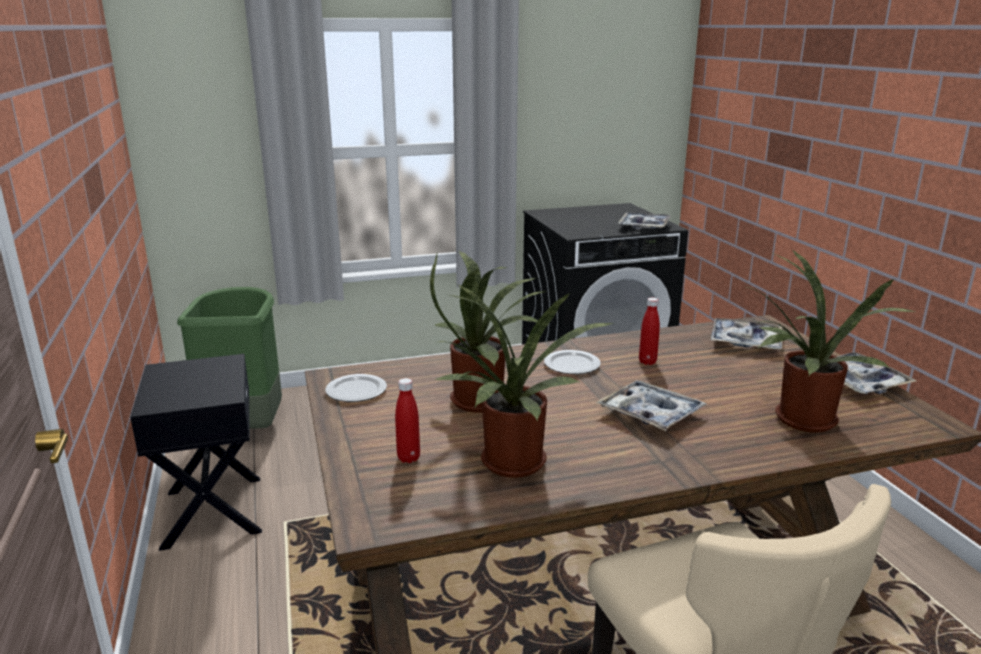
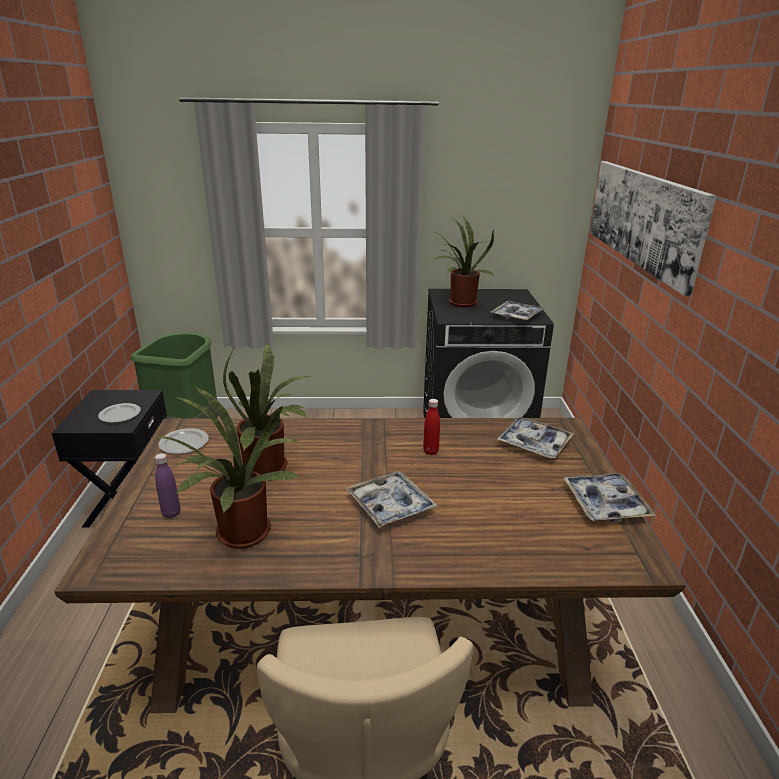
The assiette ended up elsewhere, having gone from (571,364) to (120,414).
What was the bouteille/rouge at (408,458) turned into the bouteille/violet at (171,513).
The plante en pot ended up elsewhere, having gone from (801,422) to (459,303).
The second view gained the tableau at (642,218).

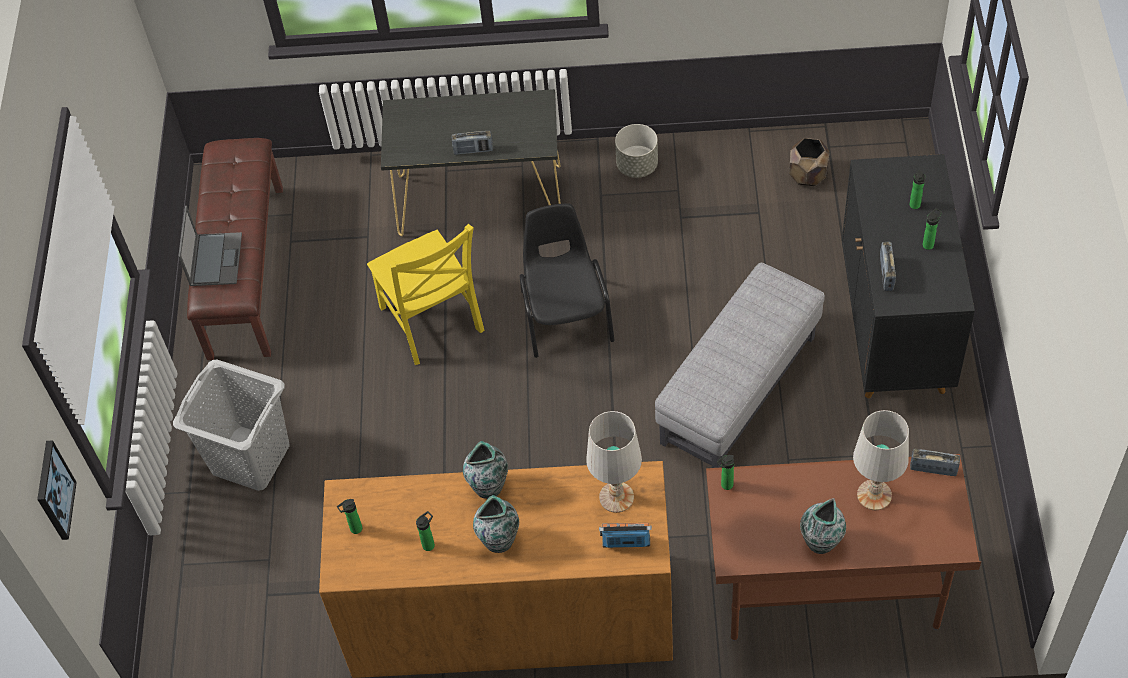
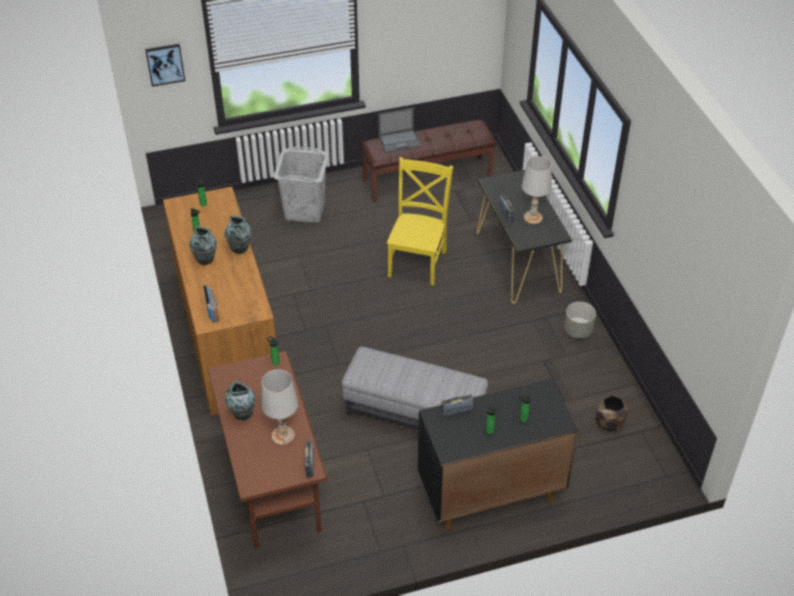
The chaise/jaune at (432,322) ended up facing another way, 150 degrees clockwise from before.
The lampe de table/blanc ended up elsewhere, having gone from (616,497) to (533,217).
The second view lost the chaise/noir at (566,314).

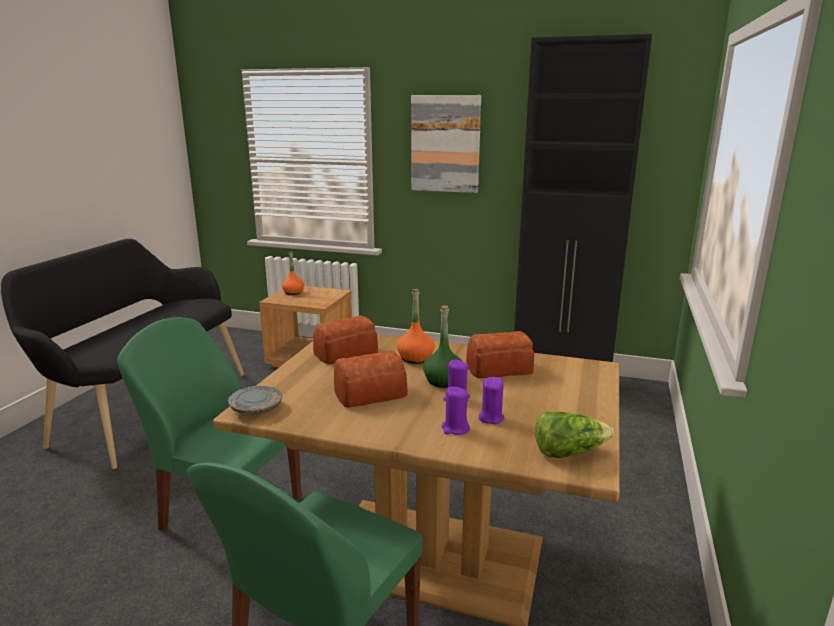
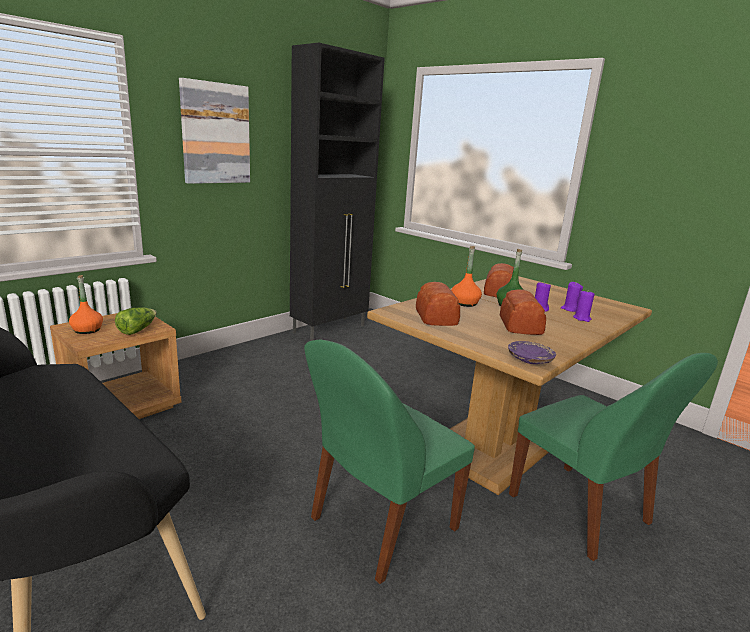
The laitue ended up elsewhere, having gone from (568,452) to (137,330).
What was the assiette/gris at (256,408) turned into the assiette/violet at (529,359).

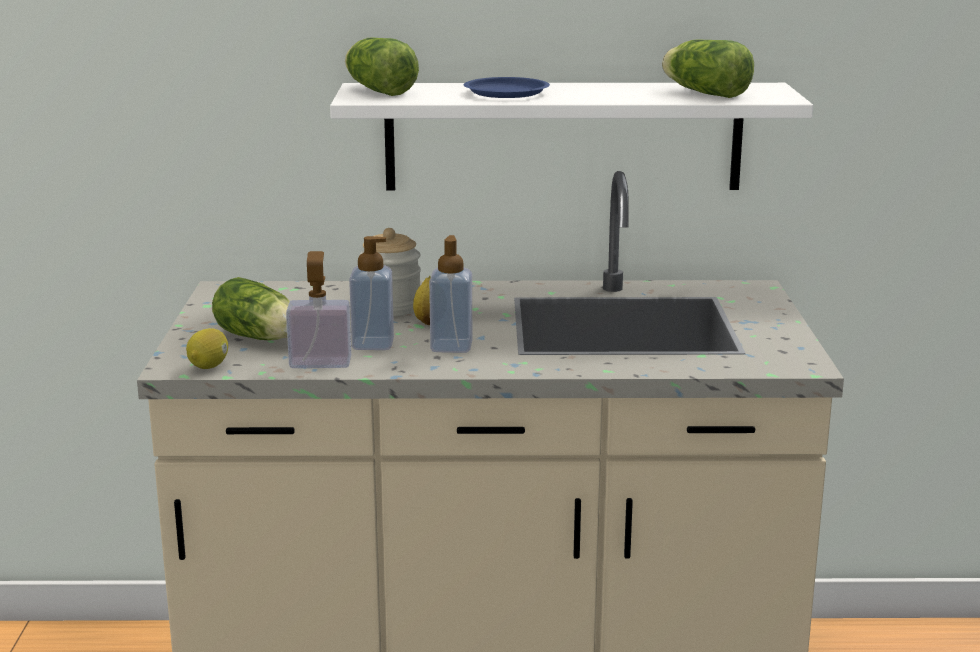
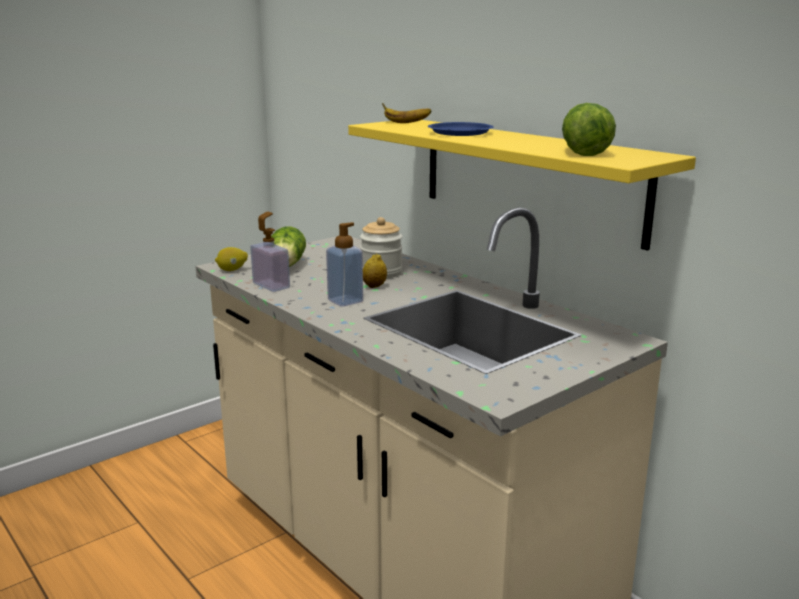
What was the étagère/blanc at (563,136) turned into the étagère/jaune at (528,178).
Where the laitue stood at (378,90), the banane came to stand at (405,123).
The second view lost the distributeur de savon at (373,344).

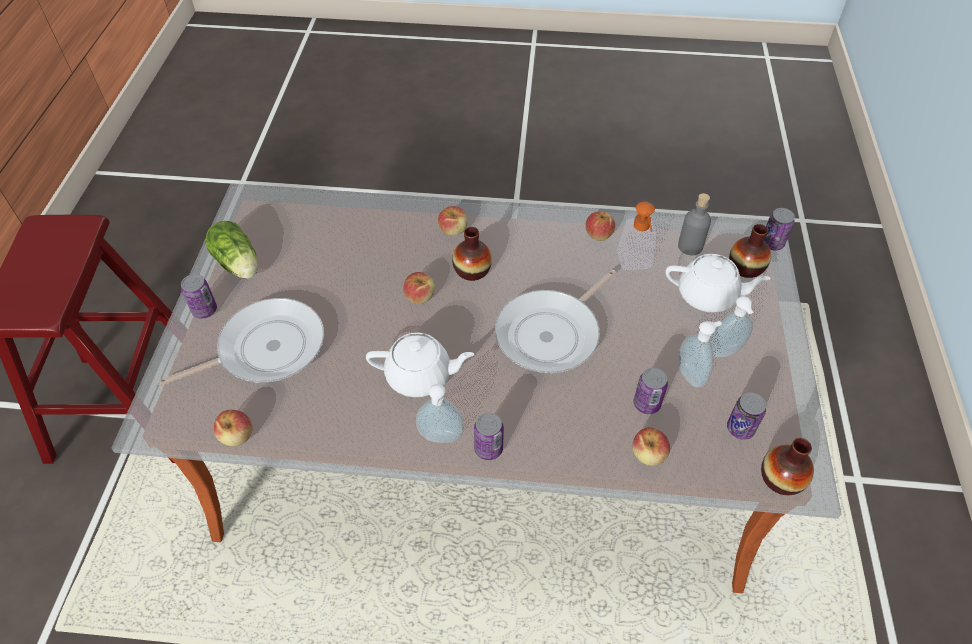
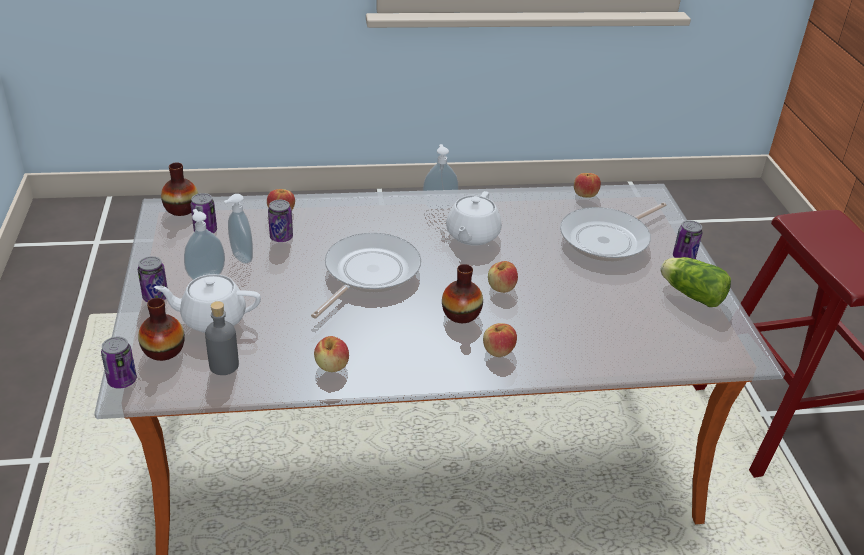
The boîte métallique ended up elsewhere, having gone from (488,448) to (155,297).
The théière/blanc at (420,376) ended up facing another way, 60 degrees counterclockwise from before.
The second view lost the distributeur de savon at (635,264).

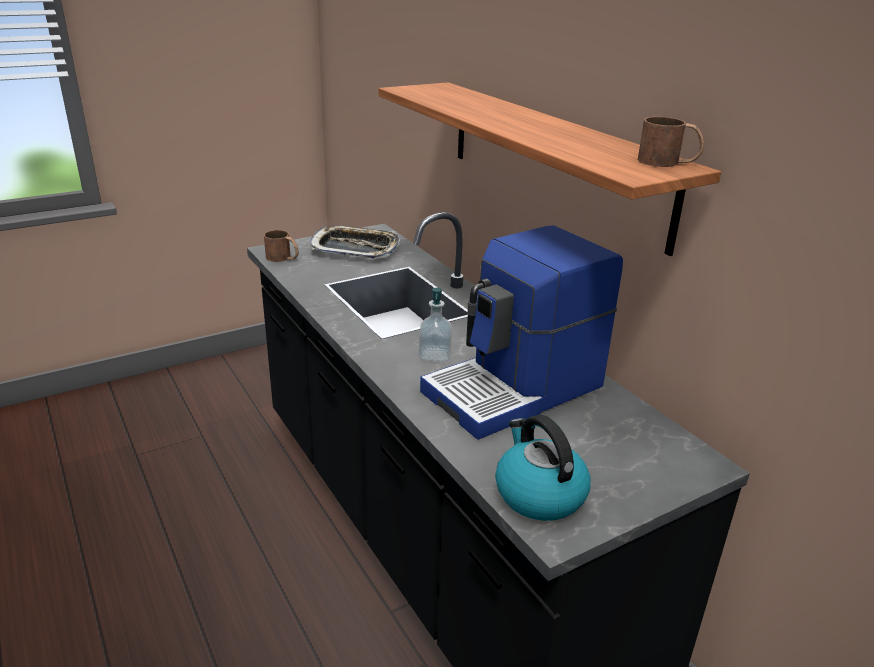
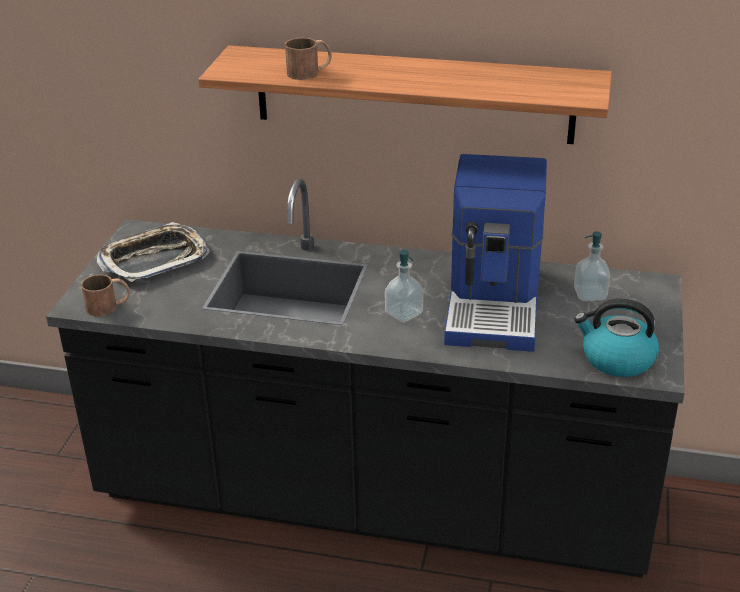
The mug/marron ended up elsewhere, having gone from (668,162) to (310,72).
The second view gained the distributeur de savon at (590,294).

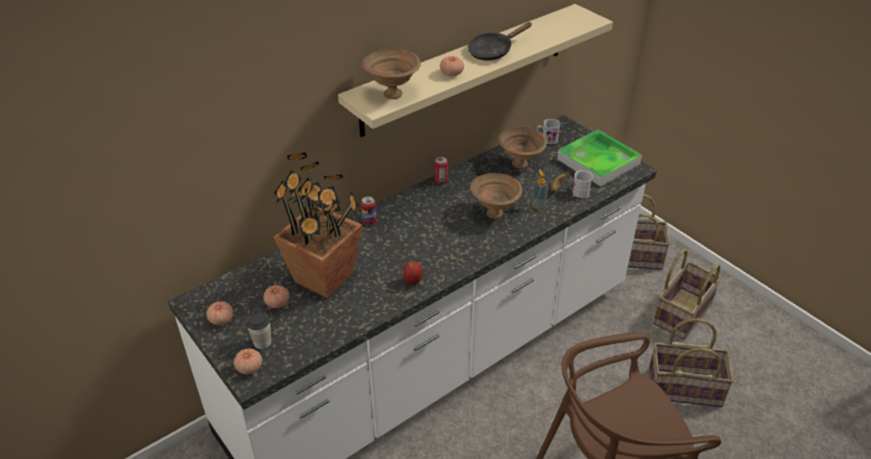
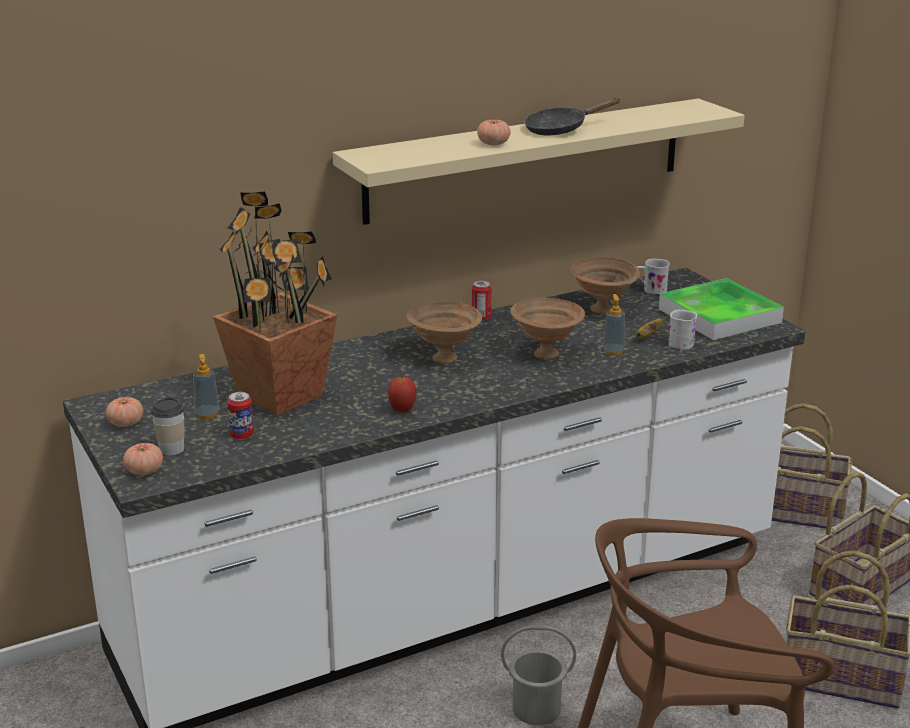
Where the tomate stood at (277,303), the distributeur de savon came to stand at (207,414).
The boîte métallique ended up elsewhere, having gone from (369,221) to (242,435).
The bol/marron ended up elsewhere, having gone from (391,94) to (443,358).
The second view gained the seau/gris at (536,708).

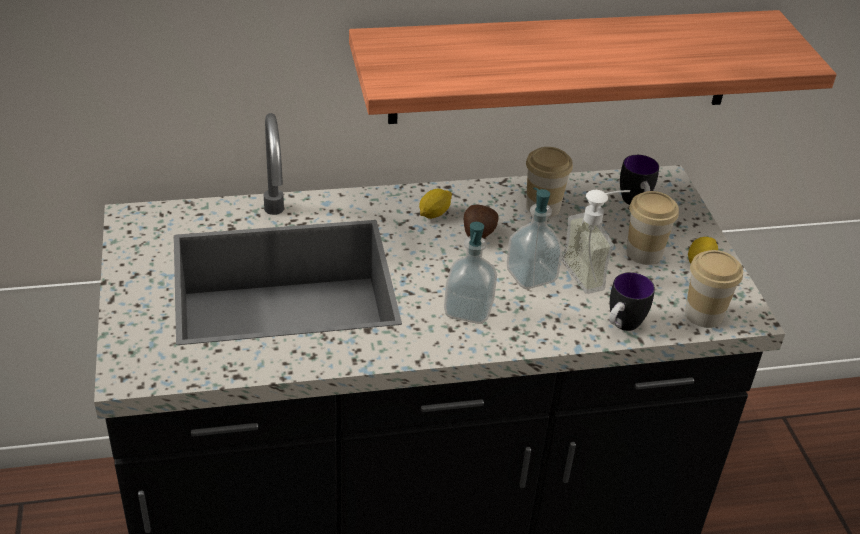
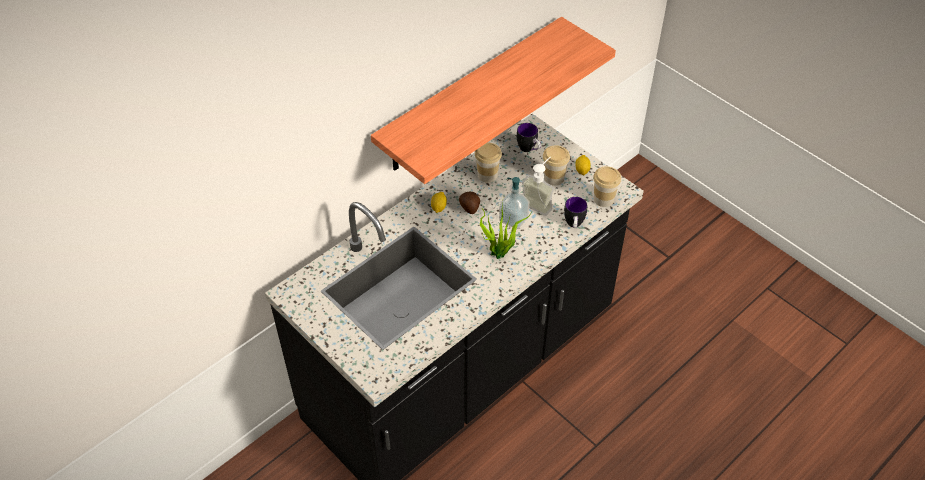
Where the distributeur de savon stood at (468,310), the plante en pot came to stand at (500,254).

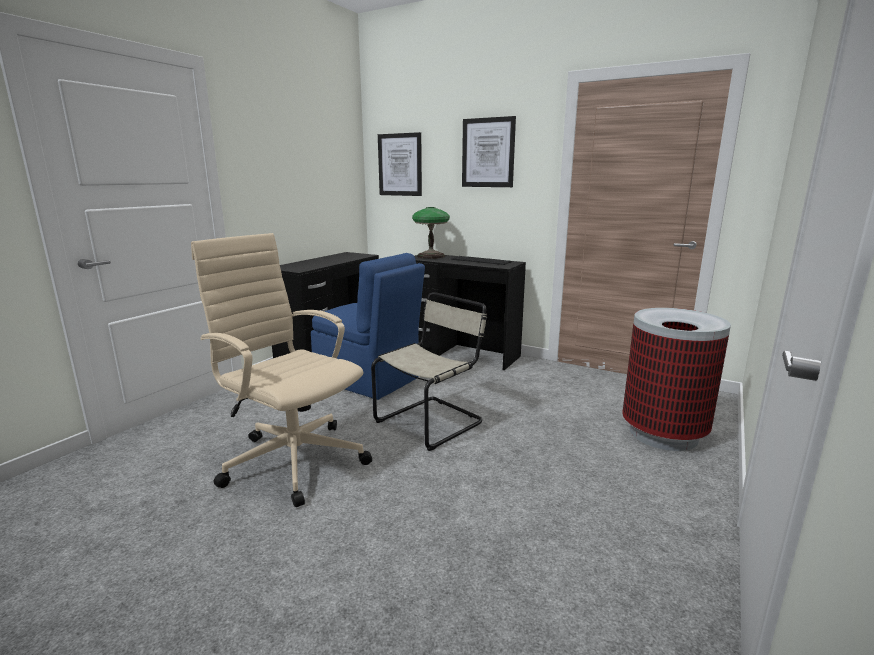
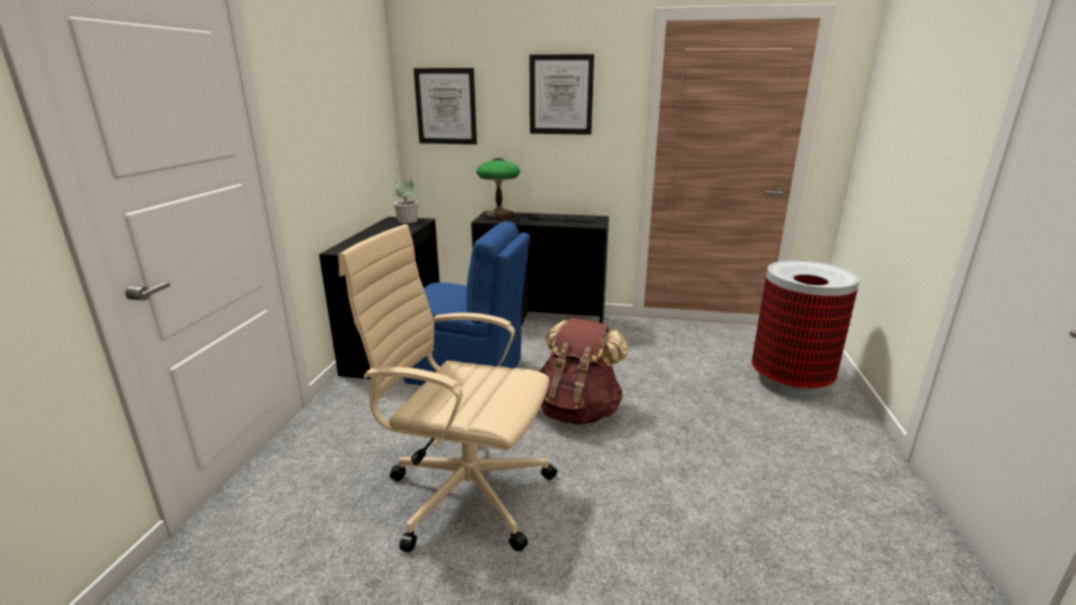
The second view gained the plante en pot at (408,220).
Where the chaise/beige stood at (432,421), the sac à dos/marron came to stand at (577,410).

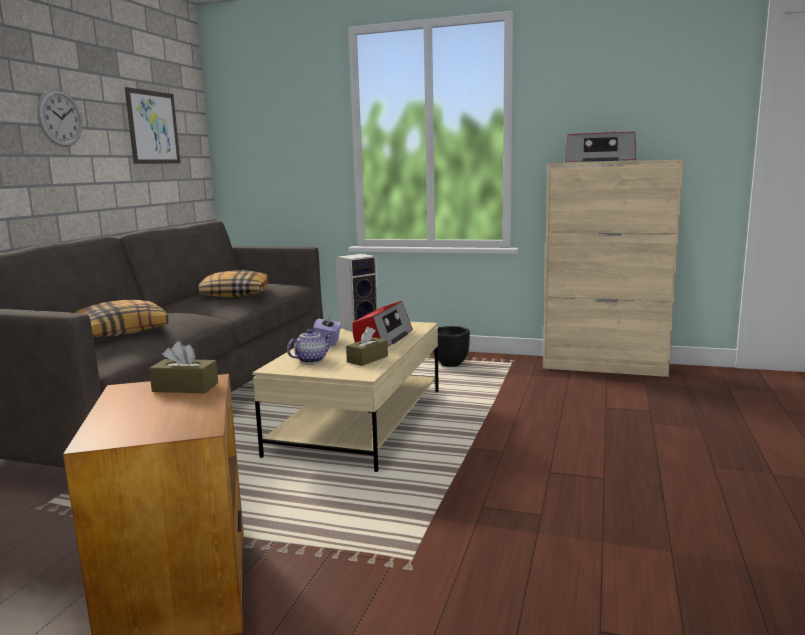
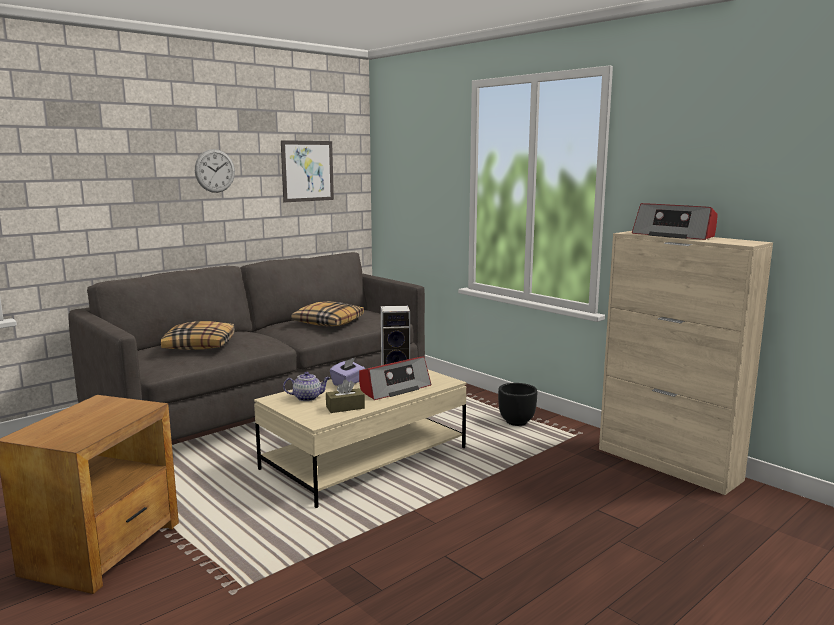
The second view lost the boîte à mouchoirs/marron at (185,387).

